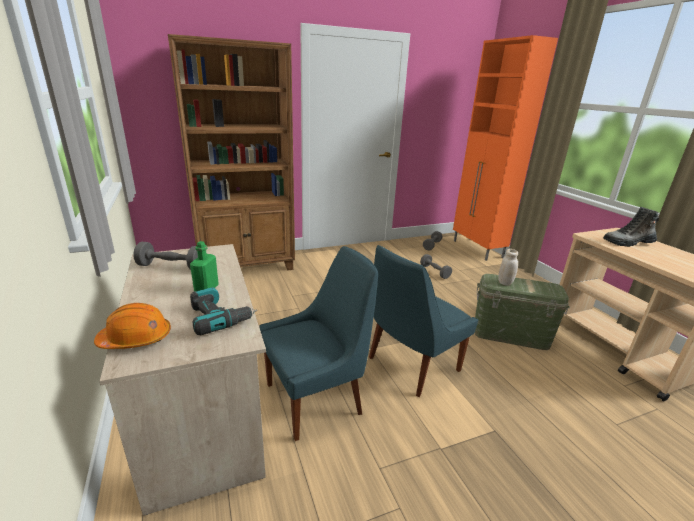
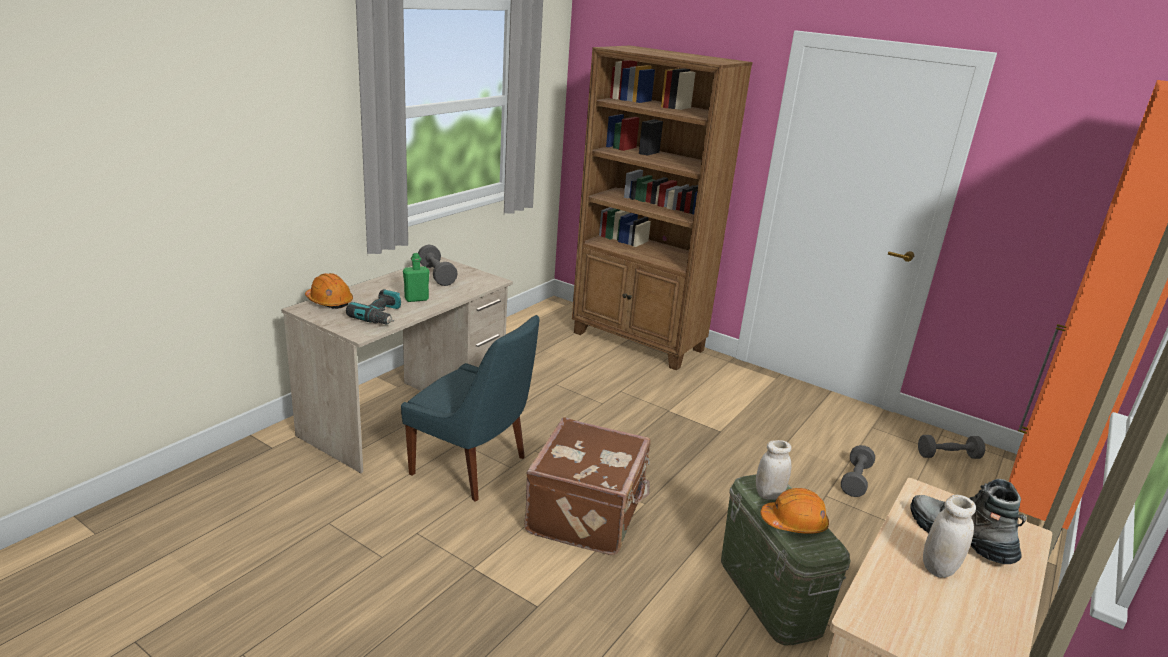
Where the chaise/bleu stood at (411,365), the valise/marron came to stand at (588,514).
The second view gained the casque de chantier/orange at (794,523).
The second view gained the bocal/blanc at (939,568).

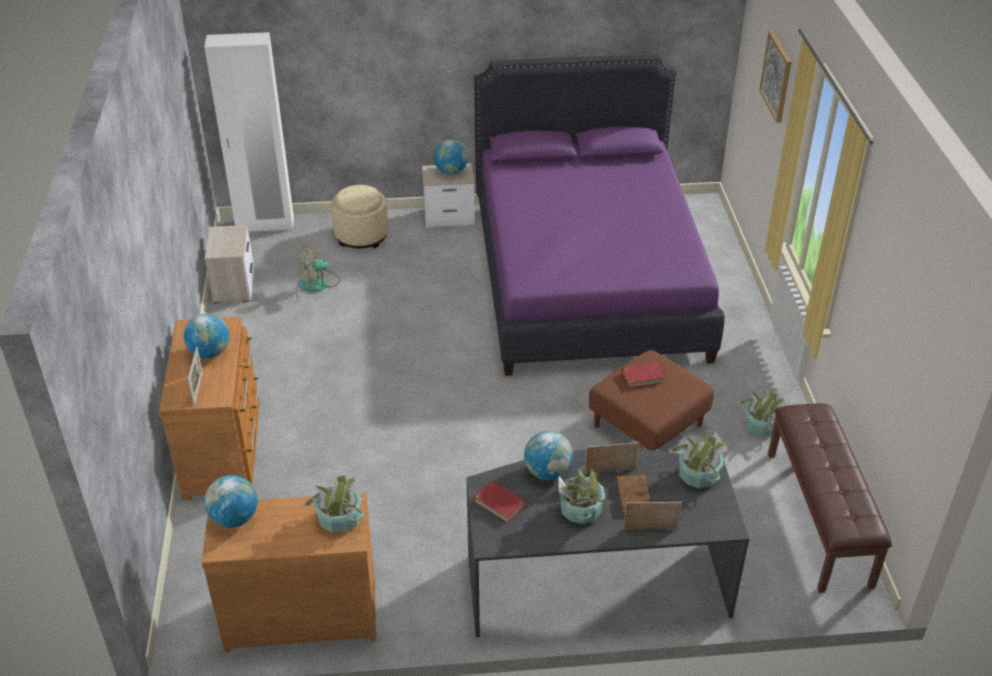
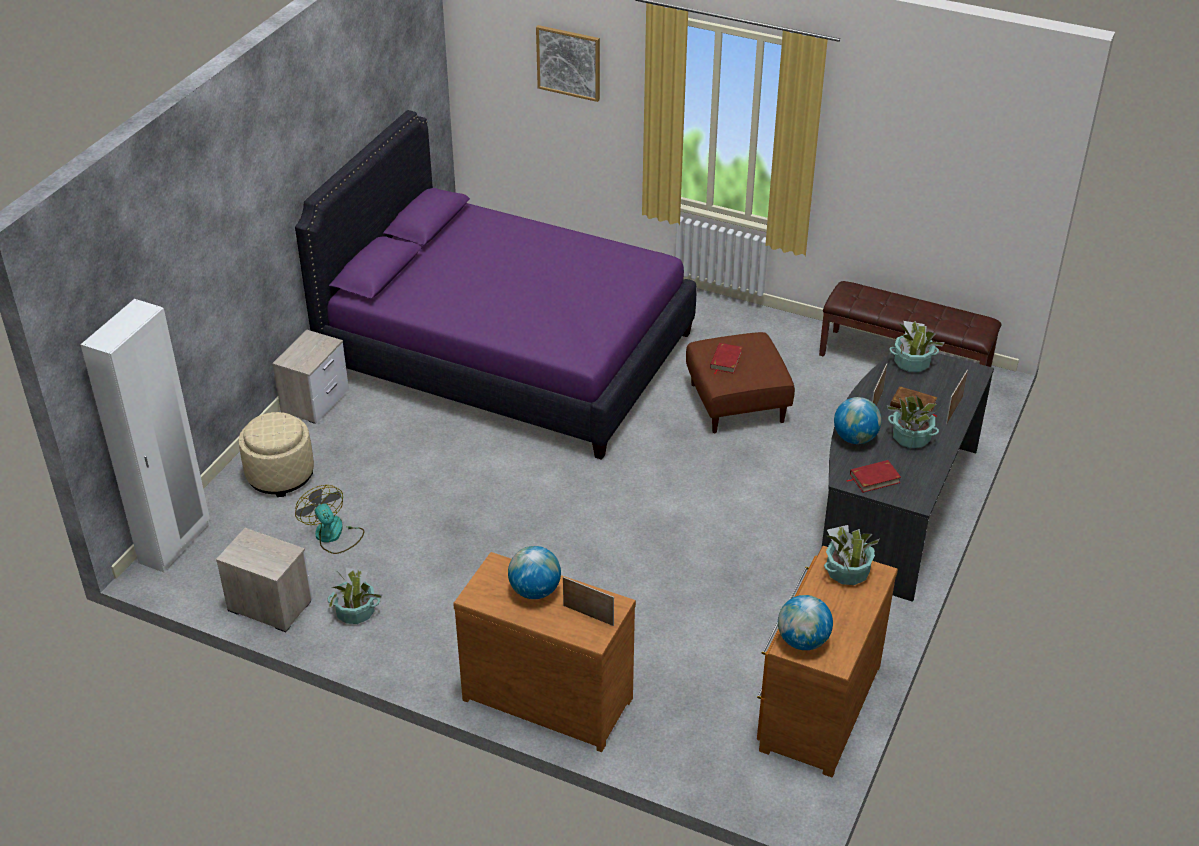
The ventilateur at (319,283) ended up facing another way, 150 degrees clockwise from before.
The plante en pot ended up elsewhere, having gone from (761,426) to (355,612).
The second view lost the globe at (451,171).

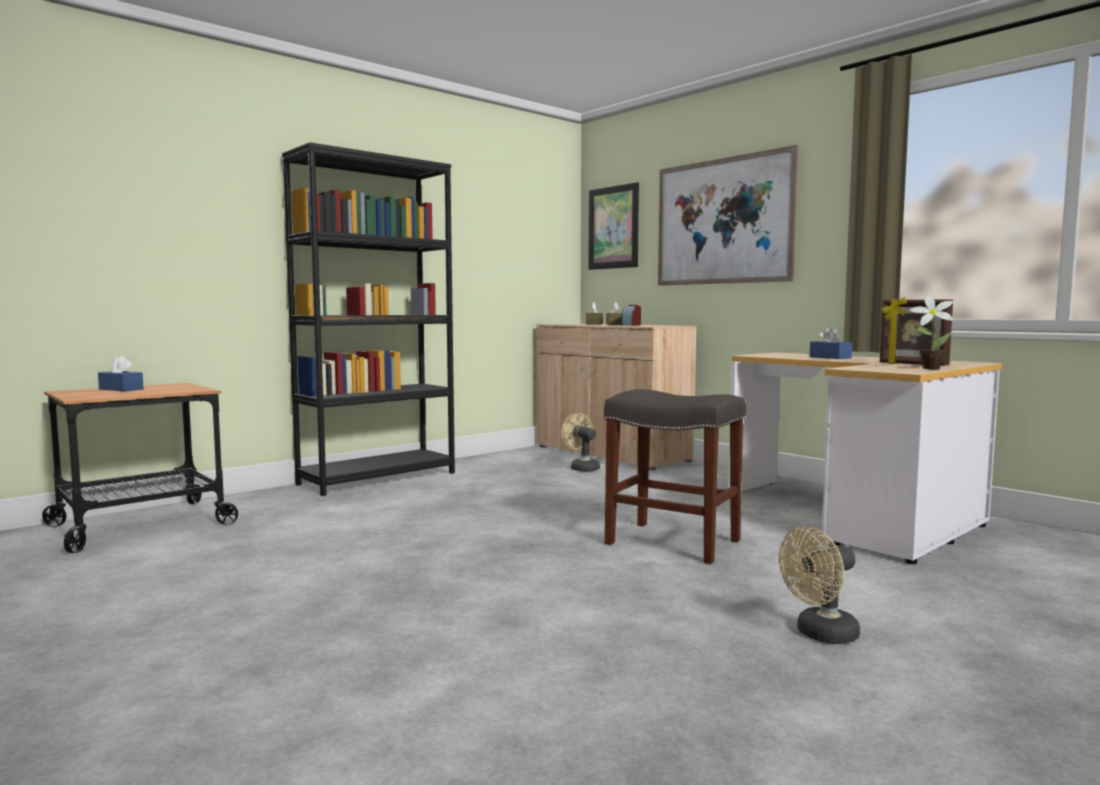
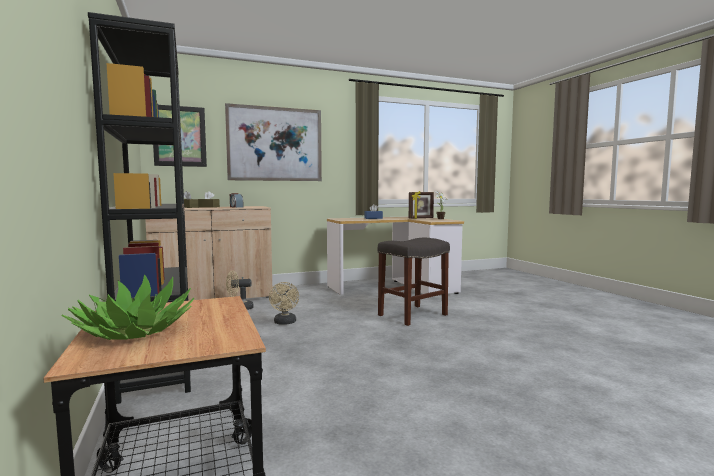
Where the boîte à mouchoirs/bleu stood at (121,389), the plante en pot came to stand at (134,331).
The ventilateur/beige ended up elsewhere, having gone from (820,635) to (285,323).

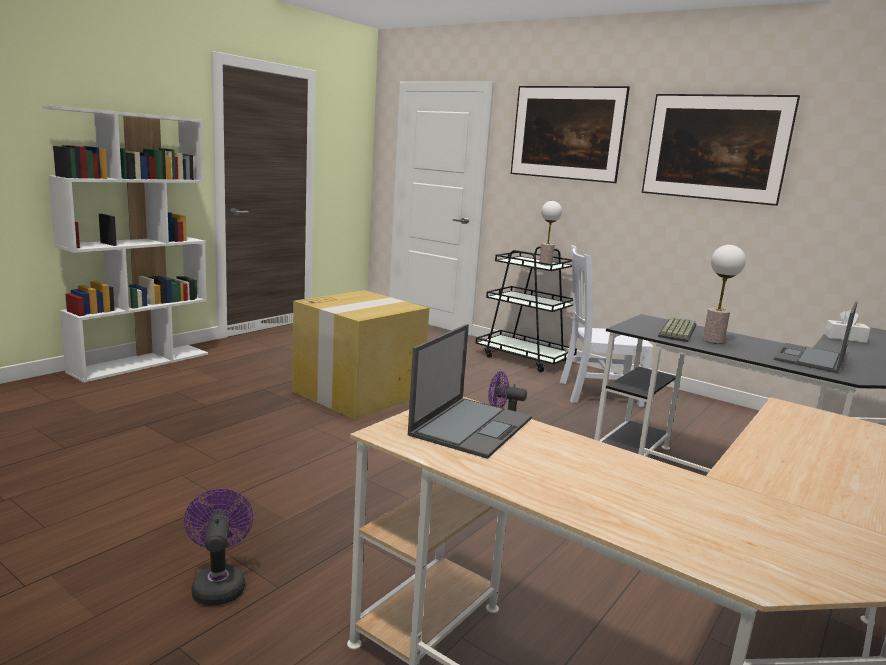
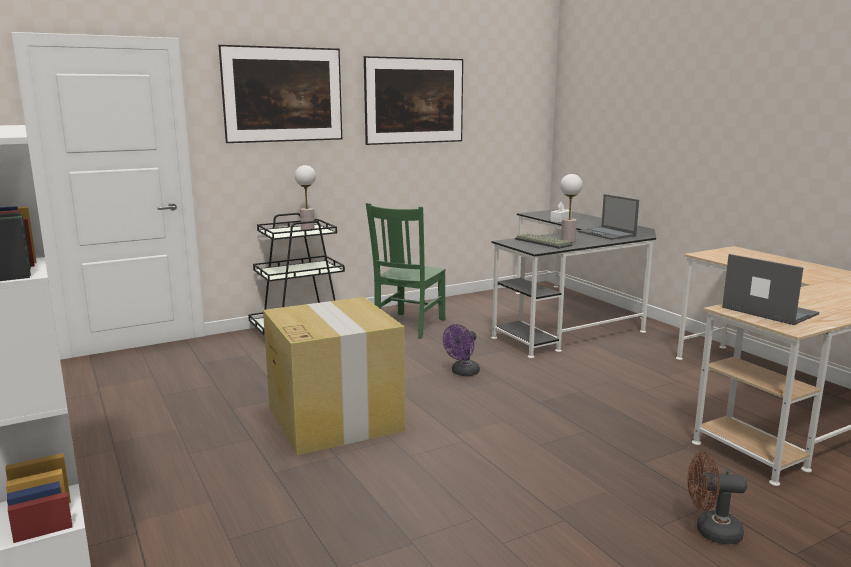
What was the chaise/blanc at (596,393) turned into the chaise/vert at (408,326).
What was the ventilateur/violet at (218,584) turned into the ventilateur/marron at (711,531).

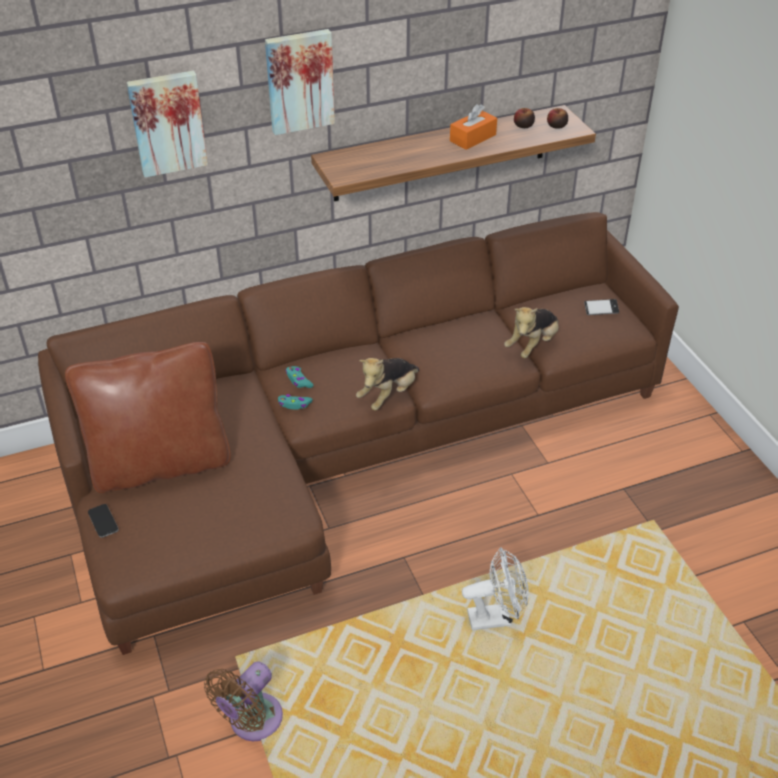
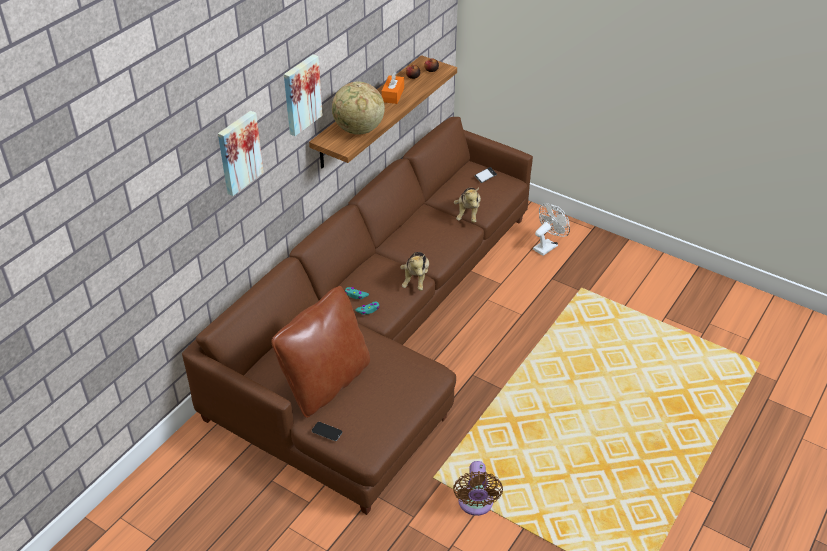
The second view gained the globe at (359,130).
The ventilateur/blanc ended up elsewhere, having gone from (496,617) to (547,246).

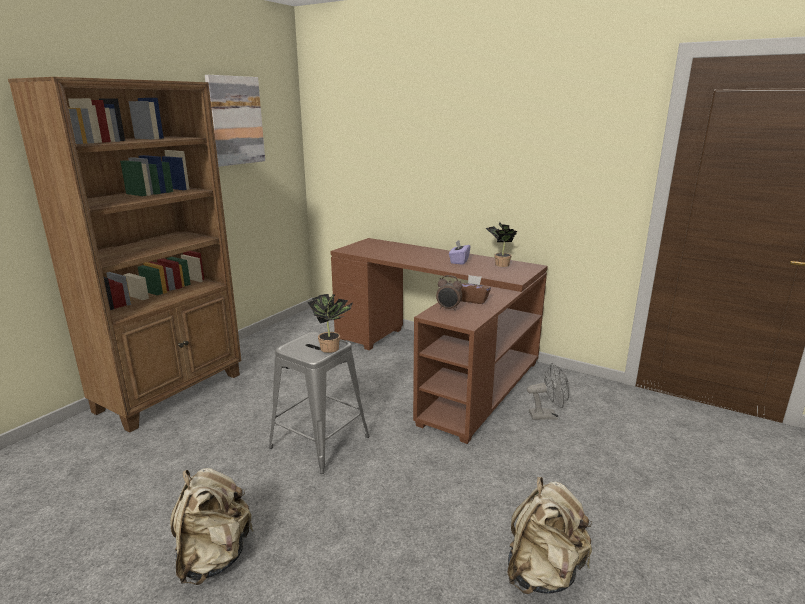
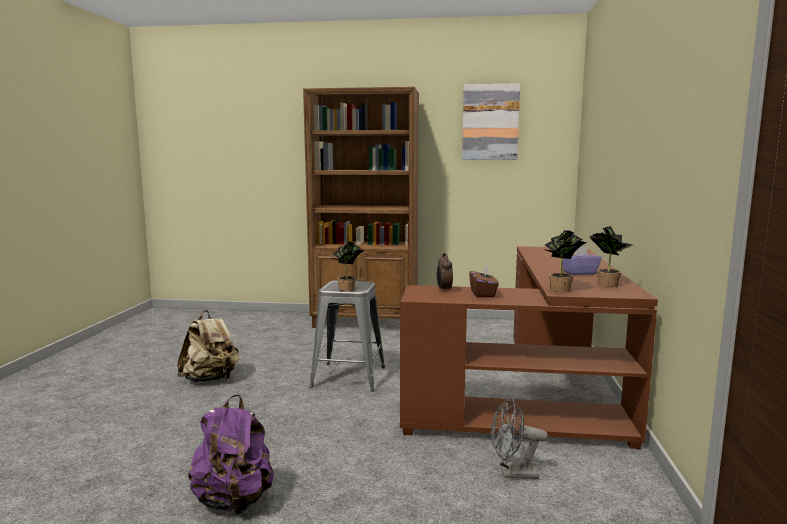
What was the sac à dos/beige at (543,572) turned into the sac à dos/violet at (234,501).
The ventilateur/gris at (547,415) ended up facing another way, 120 degrees clockwise from before.
The second view gained the plante en pot at (562,290).

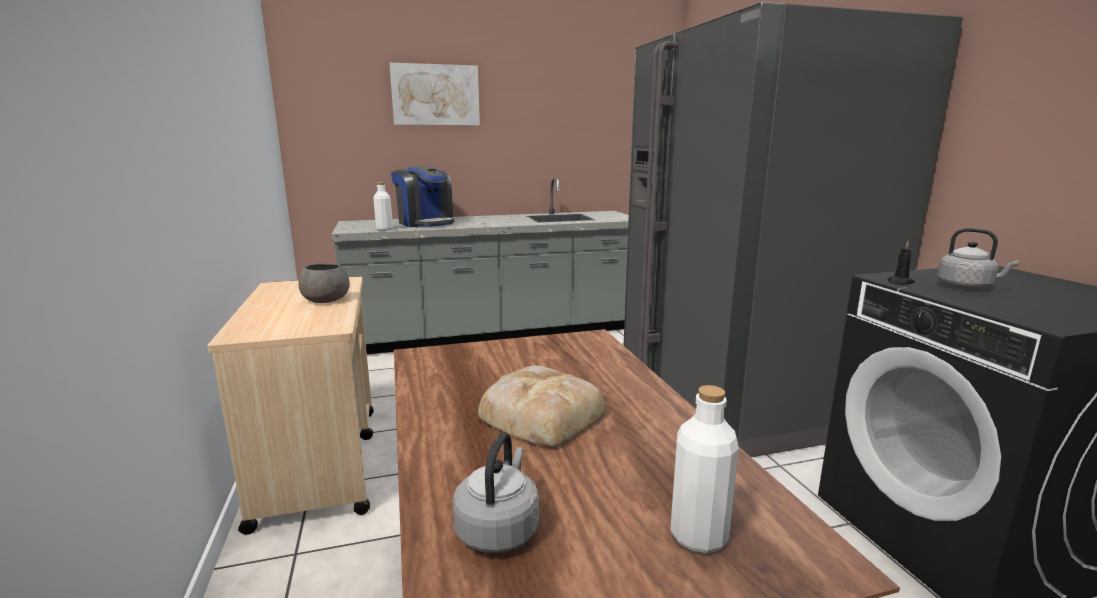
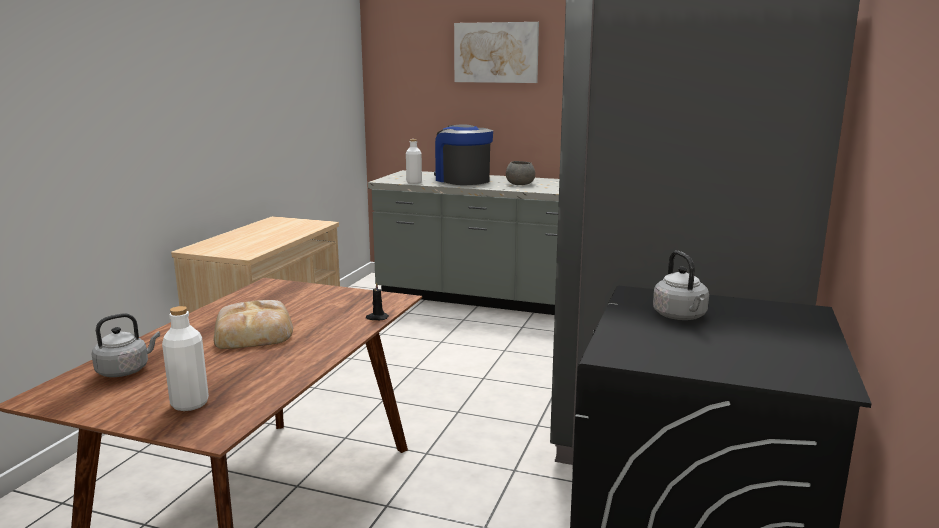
The bougie/noir ended up elsewhere, having gone from (899,282) to (376,318).
The machine à café at (426,223) ended up facing another way, 150 degrees clockwise from before.
The bol/gris ended up elsewhere, having gone from (325,300) to (519,184).

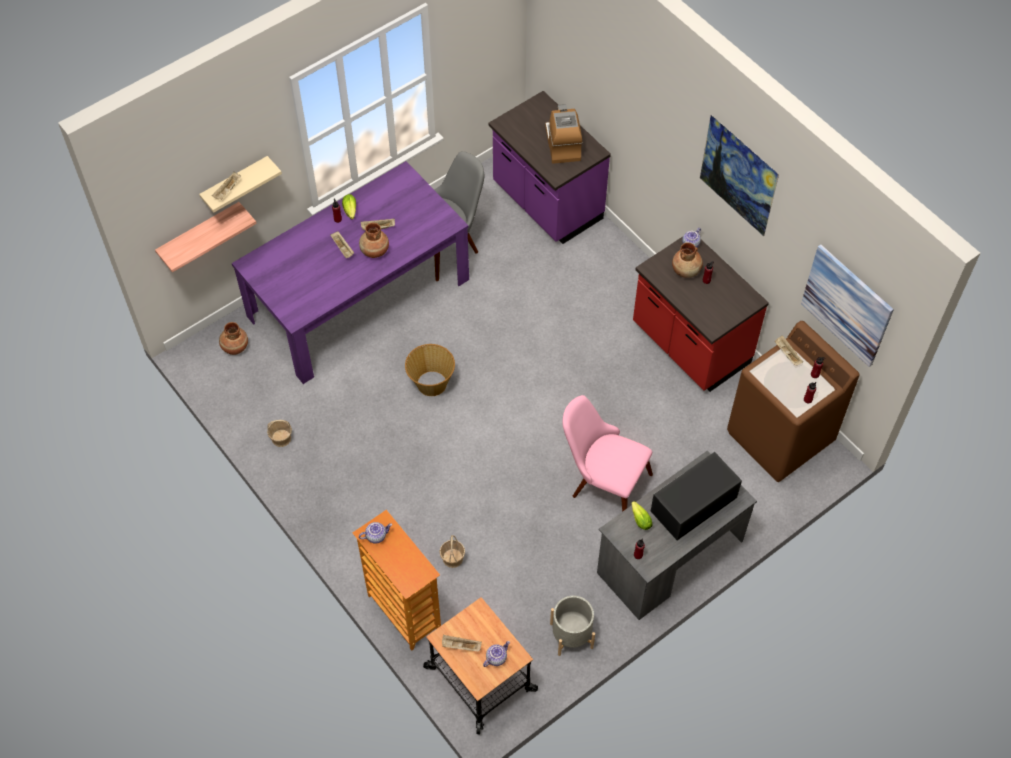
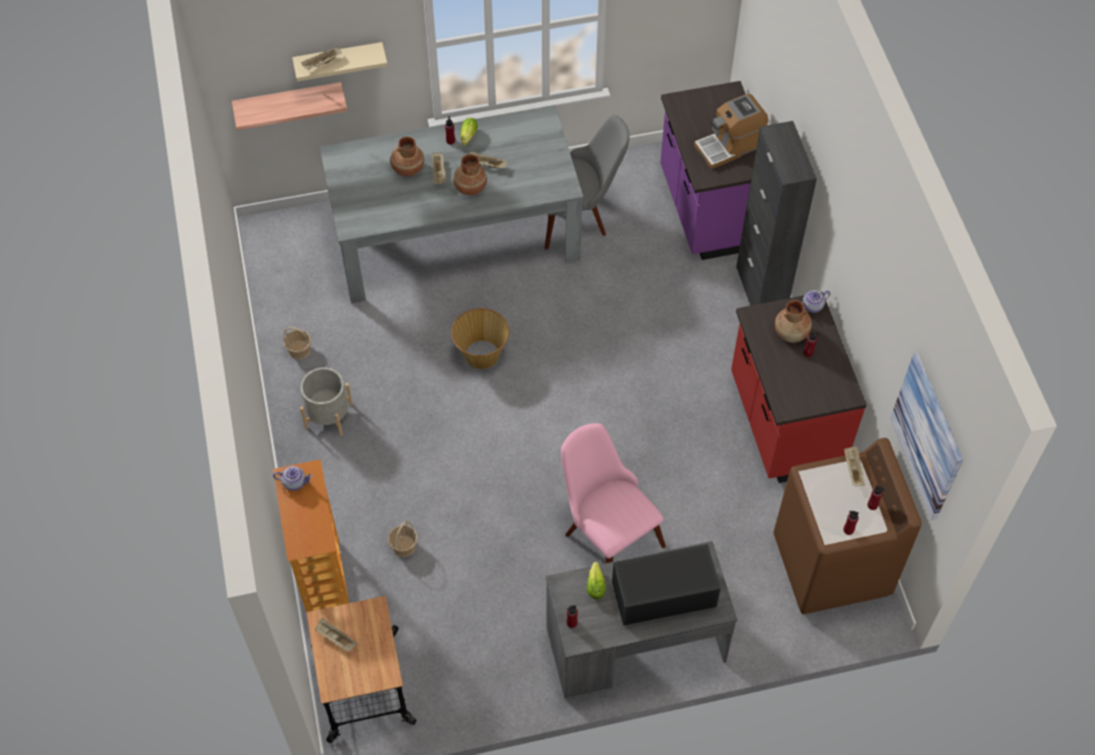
The cache-pot/gris ended up elsewhere, having gone from (571,635) to (329,416).
What was the table à manger/violet at (358,298) turned into the table à manger/gris at (455,236).
The vase/marron ended up elsewhere, having gone from (235,347) to (407,168).
The machine à café at (563,144) ended up facing another way, 135 degrees counterclockwise from before.
The second view gained the meuble de rangement/noir at (760,291).
The second view lost the théière at (496,657).
The second view lost the tableau at (734,191).

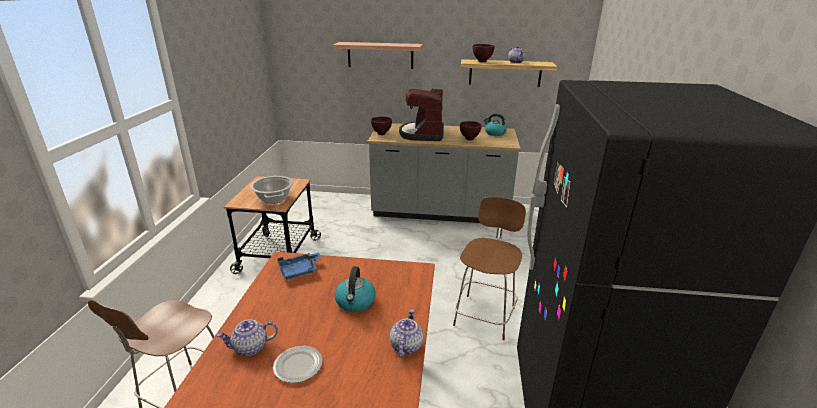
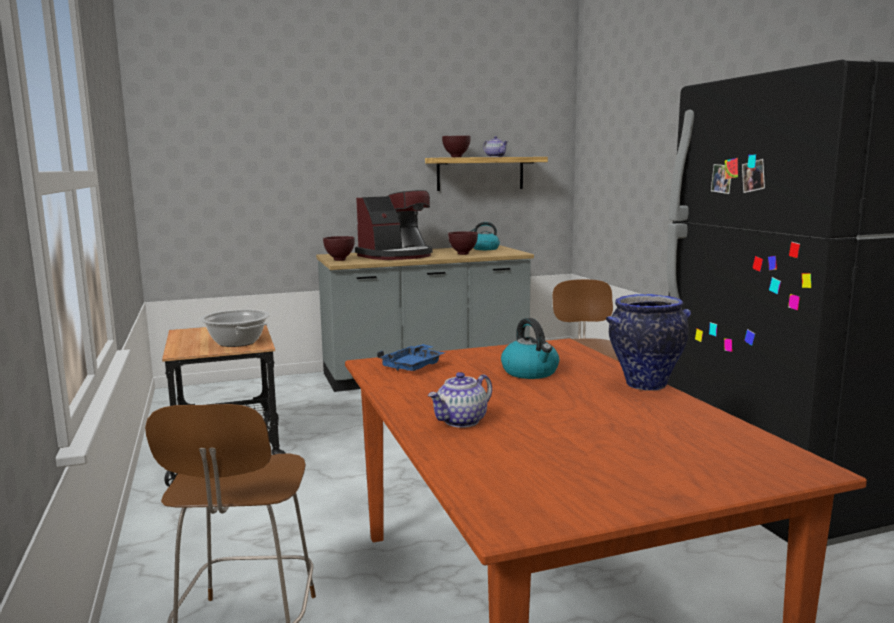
The machine à café at (423,134) ended up facing another way, 105 degrees counterclockwise from before.
Where the théière stood at (406,345), the vase came to stand at (645,385).
The second view lost the assiette at (297,366).
The second view lost the étagère at (380,55).

